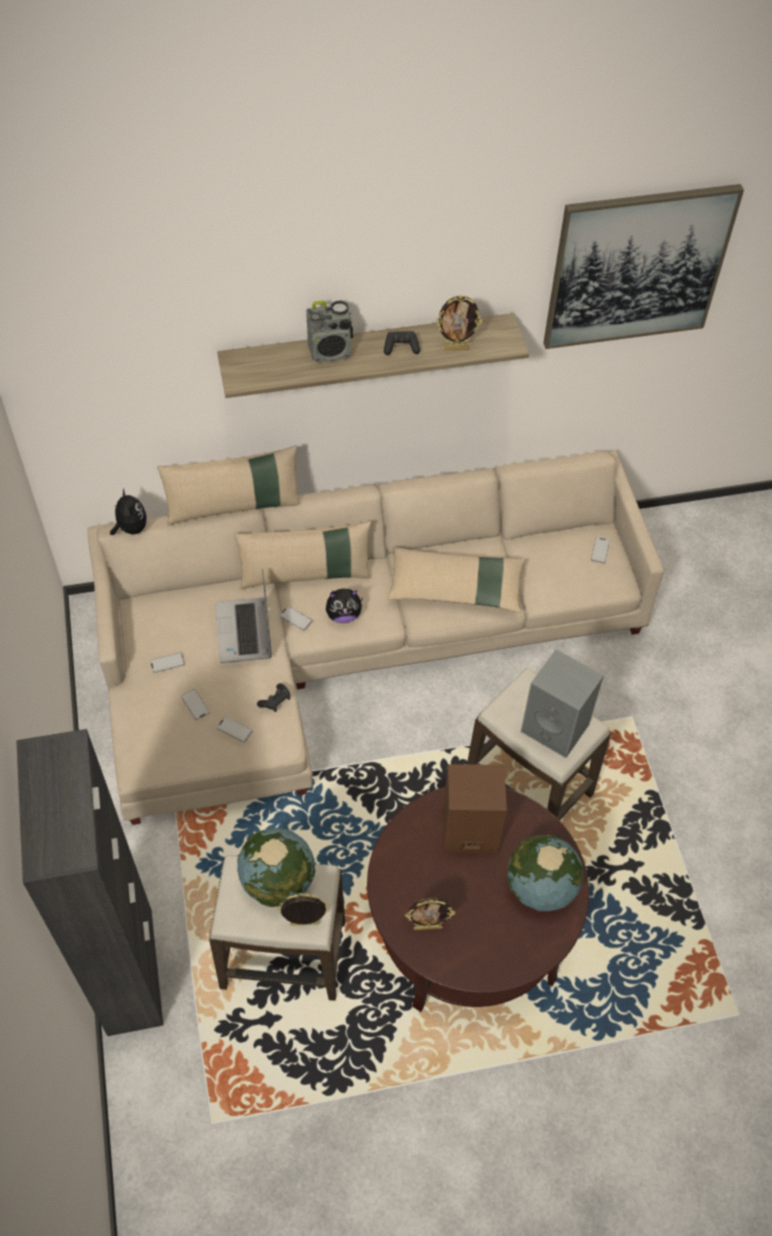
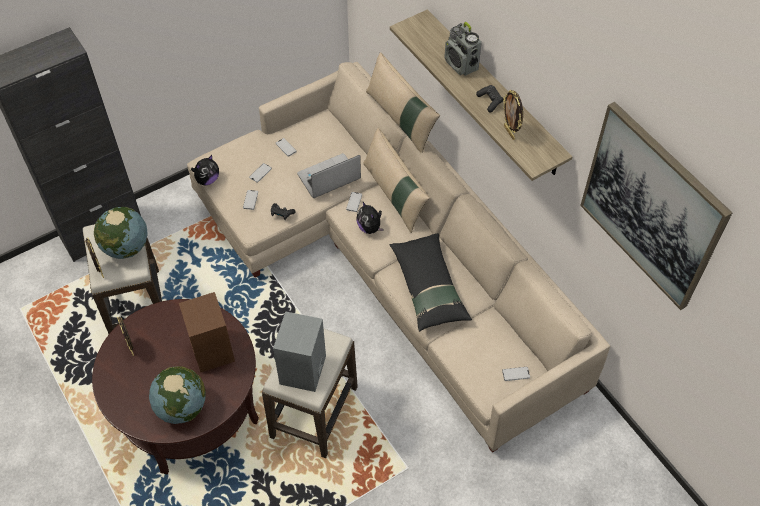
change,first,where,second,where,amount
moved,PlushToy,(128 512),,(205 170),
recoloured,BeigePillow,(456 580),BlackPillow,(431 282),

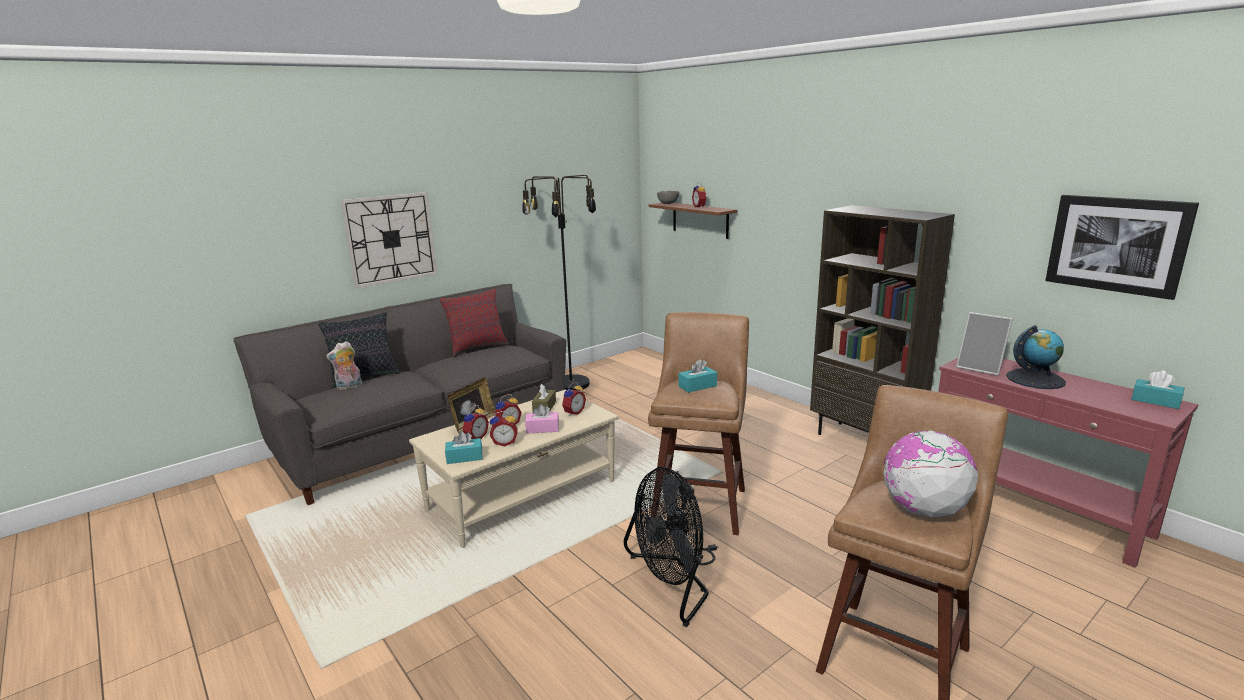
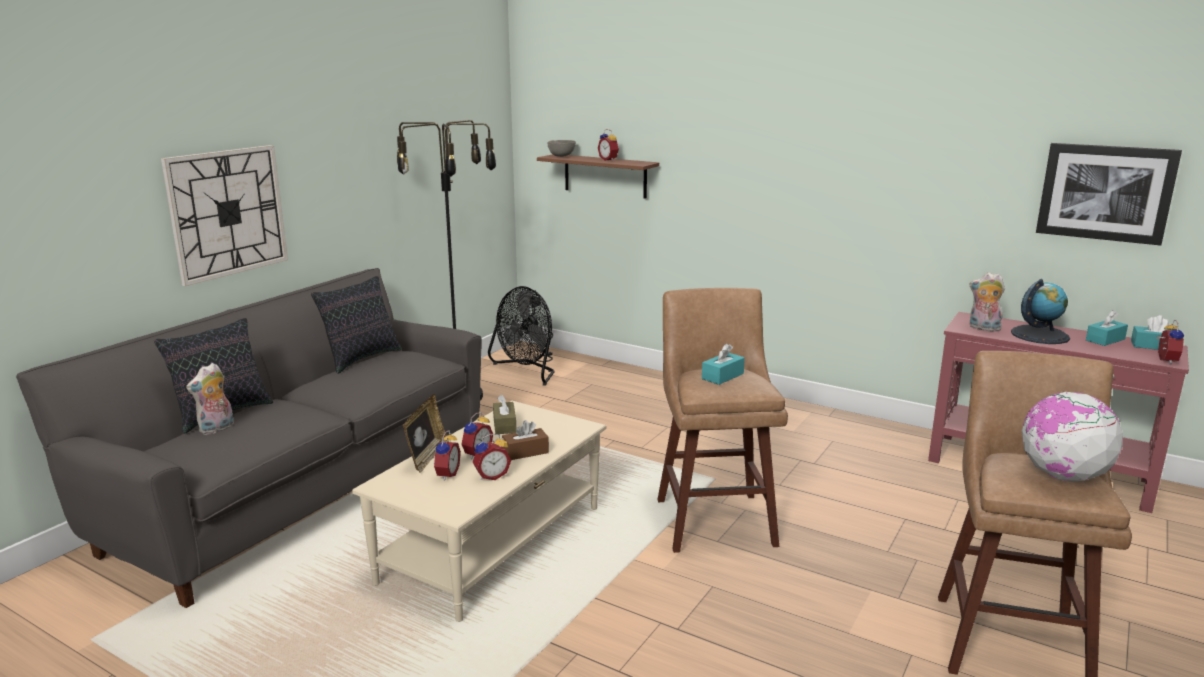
change,first,where,second,where,amount
recoloured,RedPillow,(474 323),BlackPillow,(356 325),
moved,TurquoiseTissueBox,(463 447),,(1107 328),
recoloured,PinkTissueBox,(542 419),BrownTissueBox,(525 440),
moved,AlarmClock,(574 399),,(1170 342),
moved,BlackFan,(671 547),,(521 336),
removed,BrownBookcase,(882 320),,,
replaced,PictureFrame,(984 344),PlushToy,(987 302),

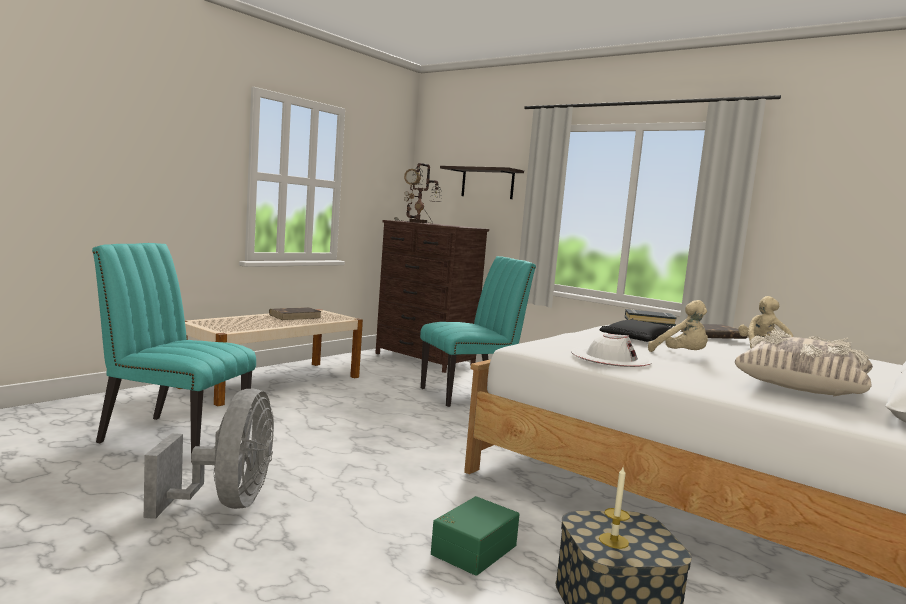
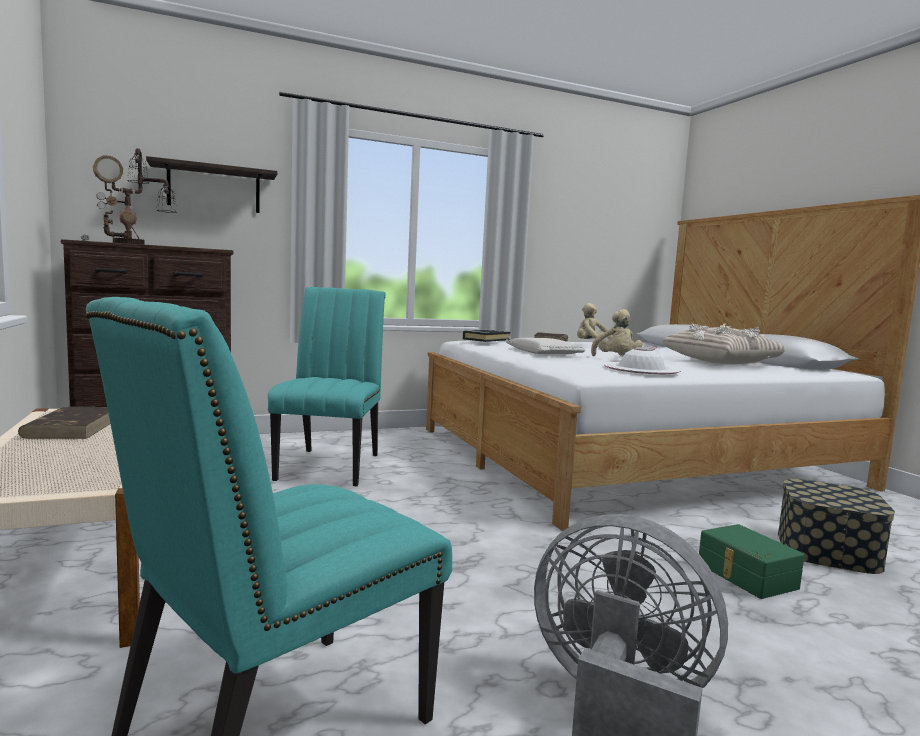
change,first,where,second,where,amount
recoloured,BlackPillow,(636 330),WhitePillow,(546 345),
removed,Candle,(614 508),,,
turned,BeigePlushToy,(678 326),,(617 332),90 degrees clockwise

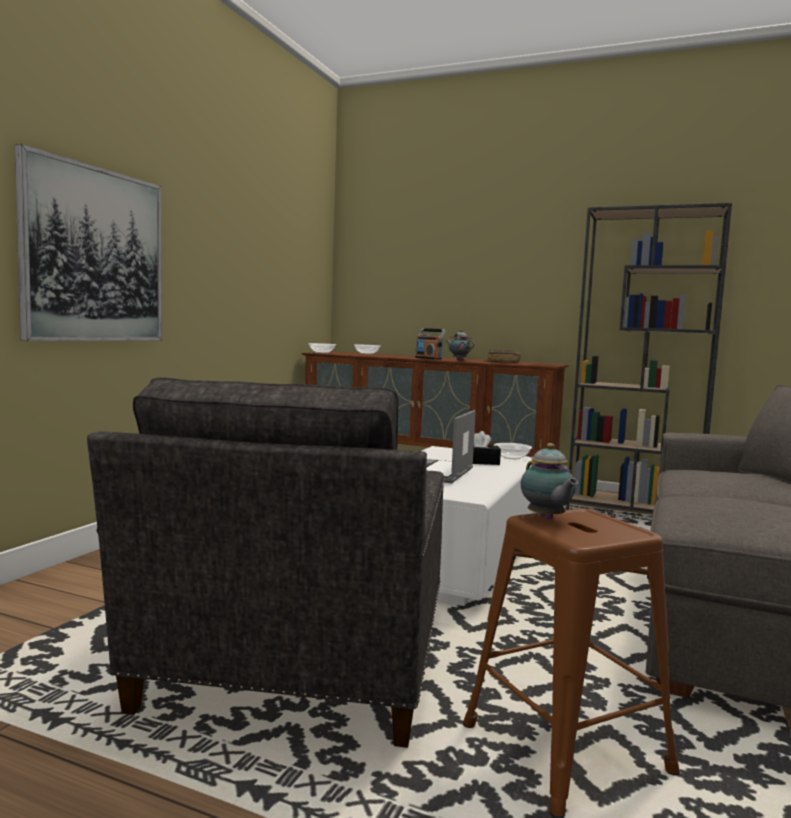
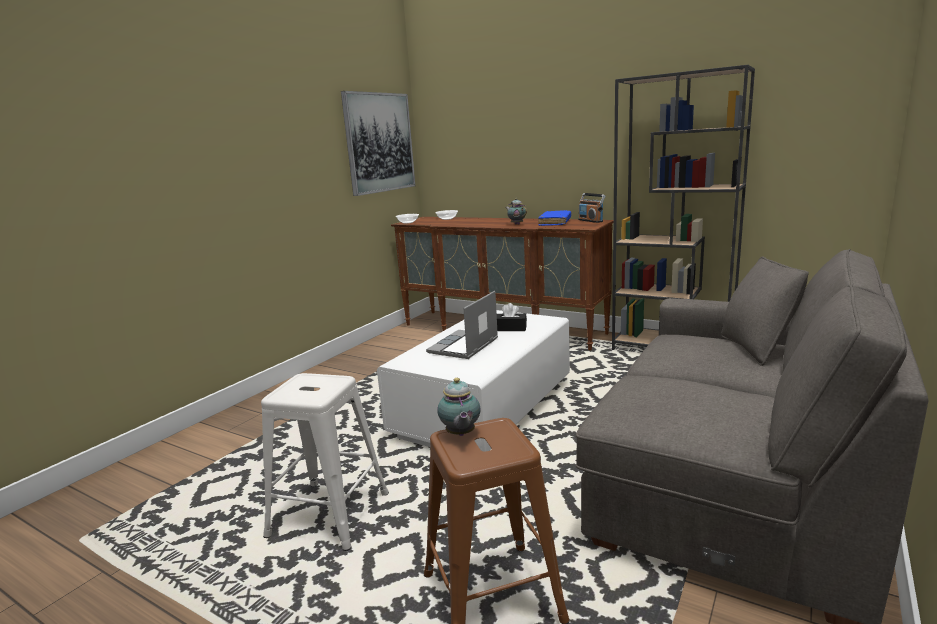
change,first,where,second,where,amount
moved,Picture,(88 242),,(378 143),
replaced,GreyArmchair,(266 562),WhiteStool,(325 462),
moved,Radio,(430 344),,(591 208),
recoloured,BrownBook,(504 356),BlueBook,(554 218),
removed,Bowl,(513 451),,,

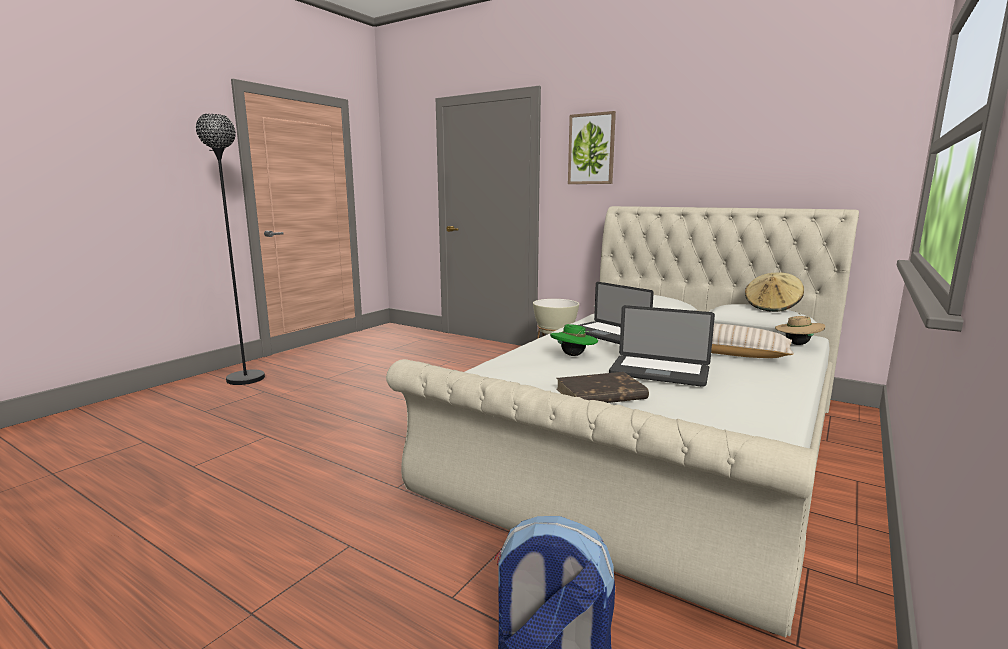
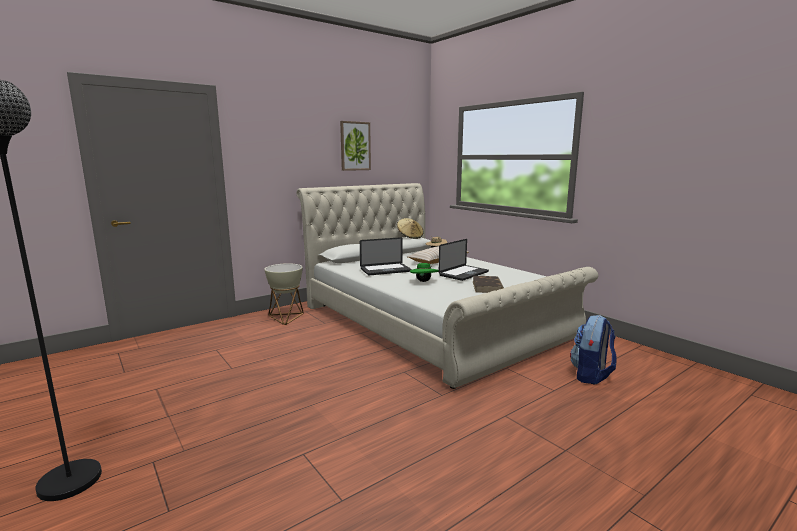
change,first,where,second,where,amount
moved,Picture,(592 147),,(355 146),

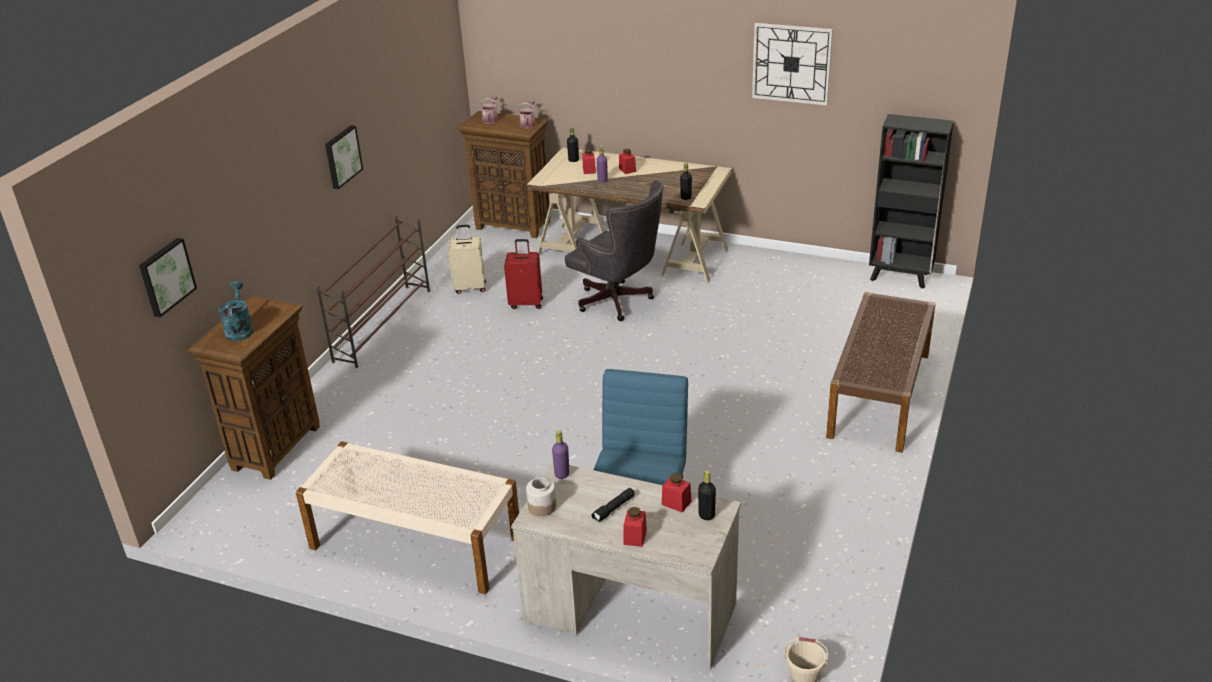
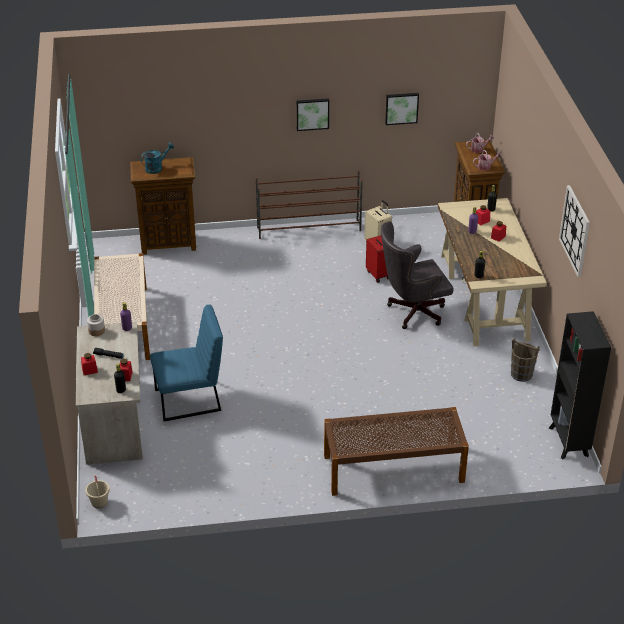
change,first,where,second,where,amount
moved,Picture,(168 277),,(402 109),
turned,GreyOfficeChair,(614 250),,(417 275),60 degrees clockwise
added,,,BrownBucket,(525 359),

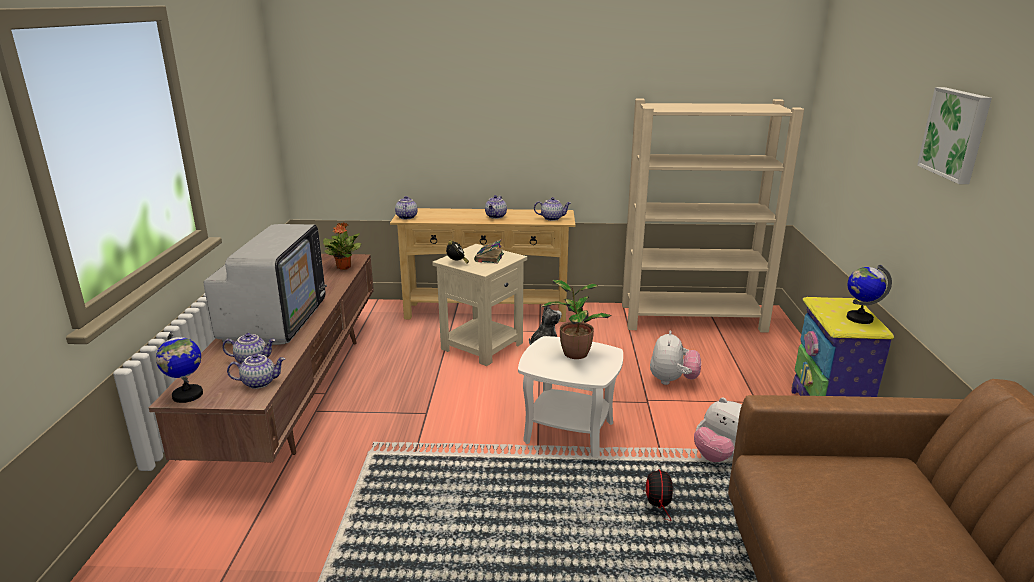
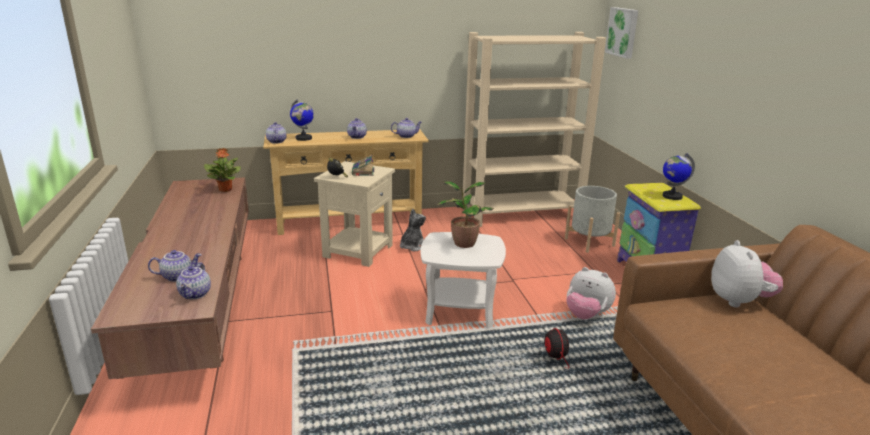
change,first,where,second,where,amount
moved,Globe,(179 367),,(302 120),
removed,Television,(265 284),,,
turned,Teapot,(256 371),,(193 280),120 degrees clockwise
moved,PlushToy,(675 358),,(747 273),
moved,Picture,(954 135),,(621 33),
added,,,GreyPlanter,(592 219),

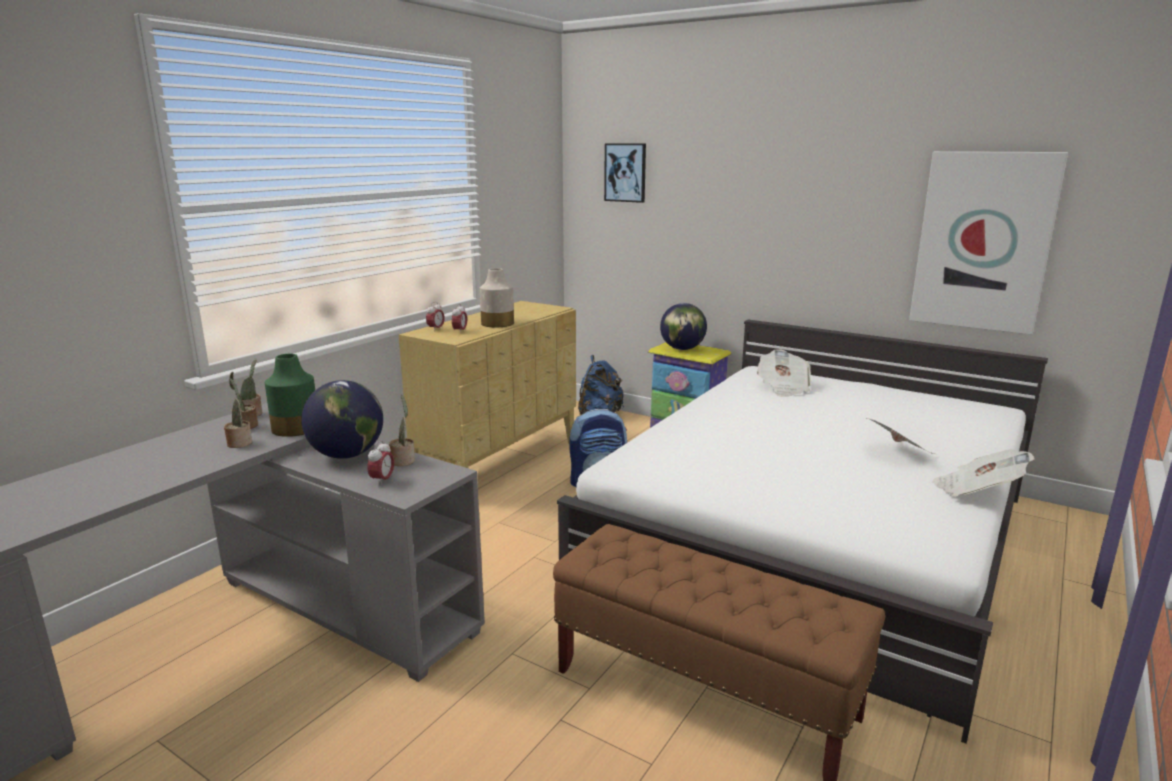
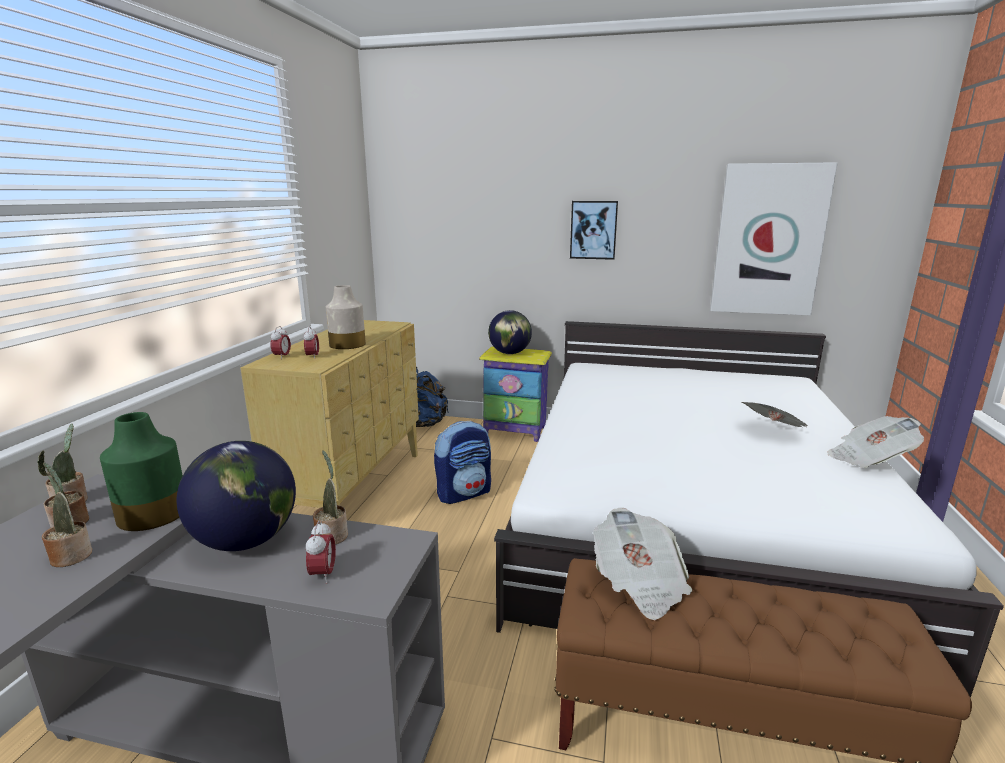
change,first,where,second,where,amount
moved,Picture,(625 173),,(594 230),
moved,Newspaper,(784 373),,(642 564),

